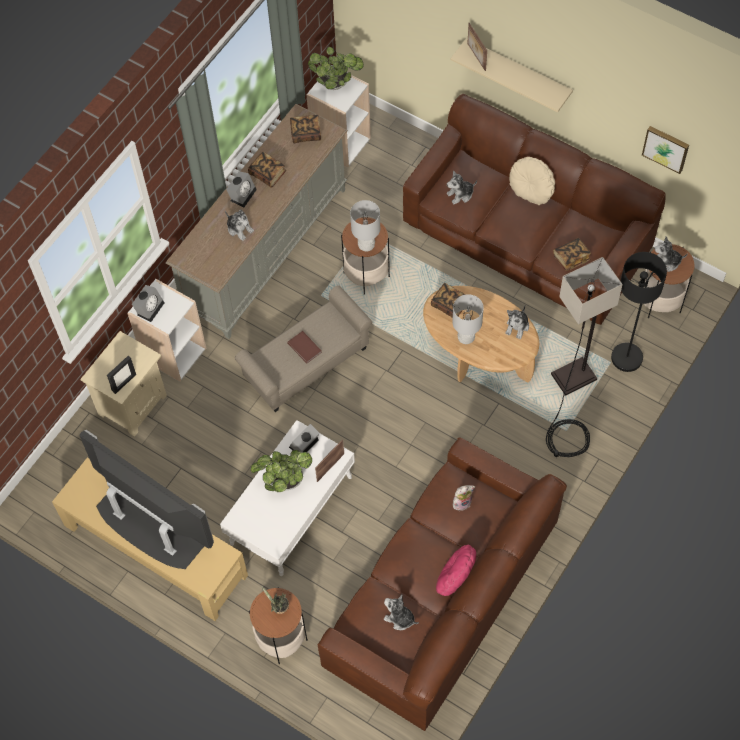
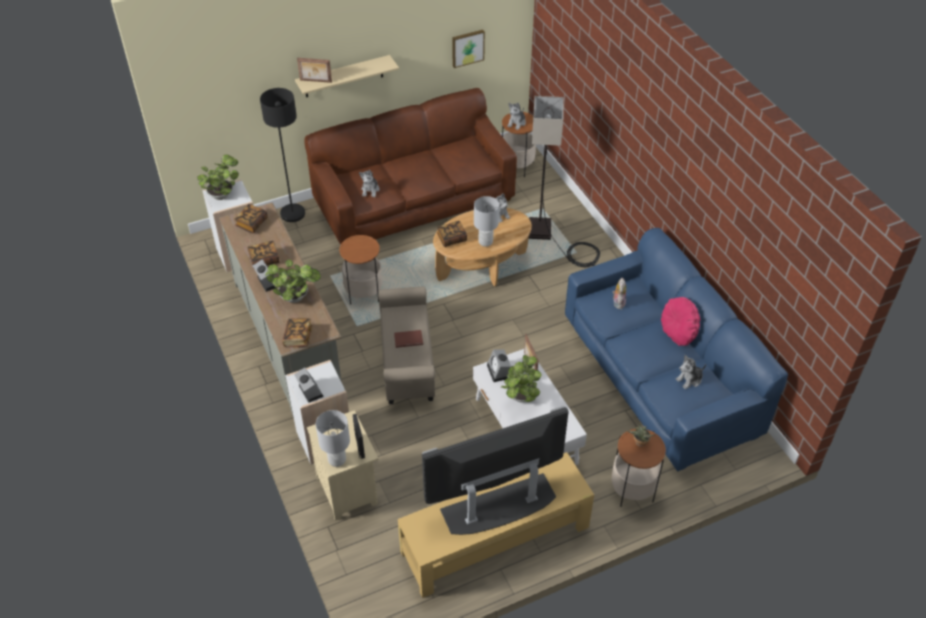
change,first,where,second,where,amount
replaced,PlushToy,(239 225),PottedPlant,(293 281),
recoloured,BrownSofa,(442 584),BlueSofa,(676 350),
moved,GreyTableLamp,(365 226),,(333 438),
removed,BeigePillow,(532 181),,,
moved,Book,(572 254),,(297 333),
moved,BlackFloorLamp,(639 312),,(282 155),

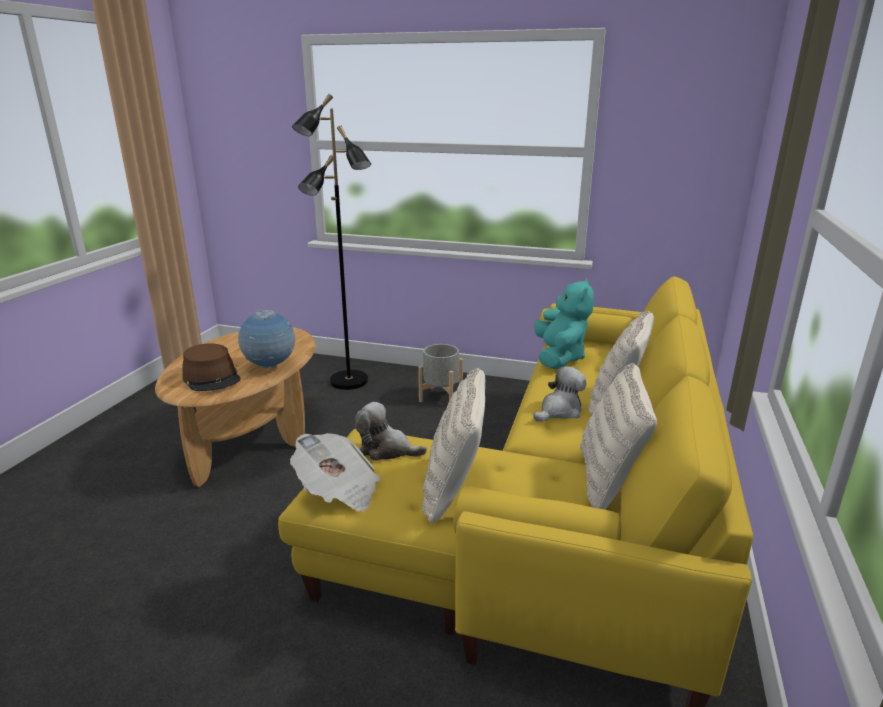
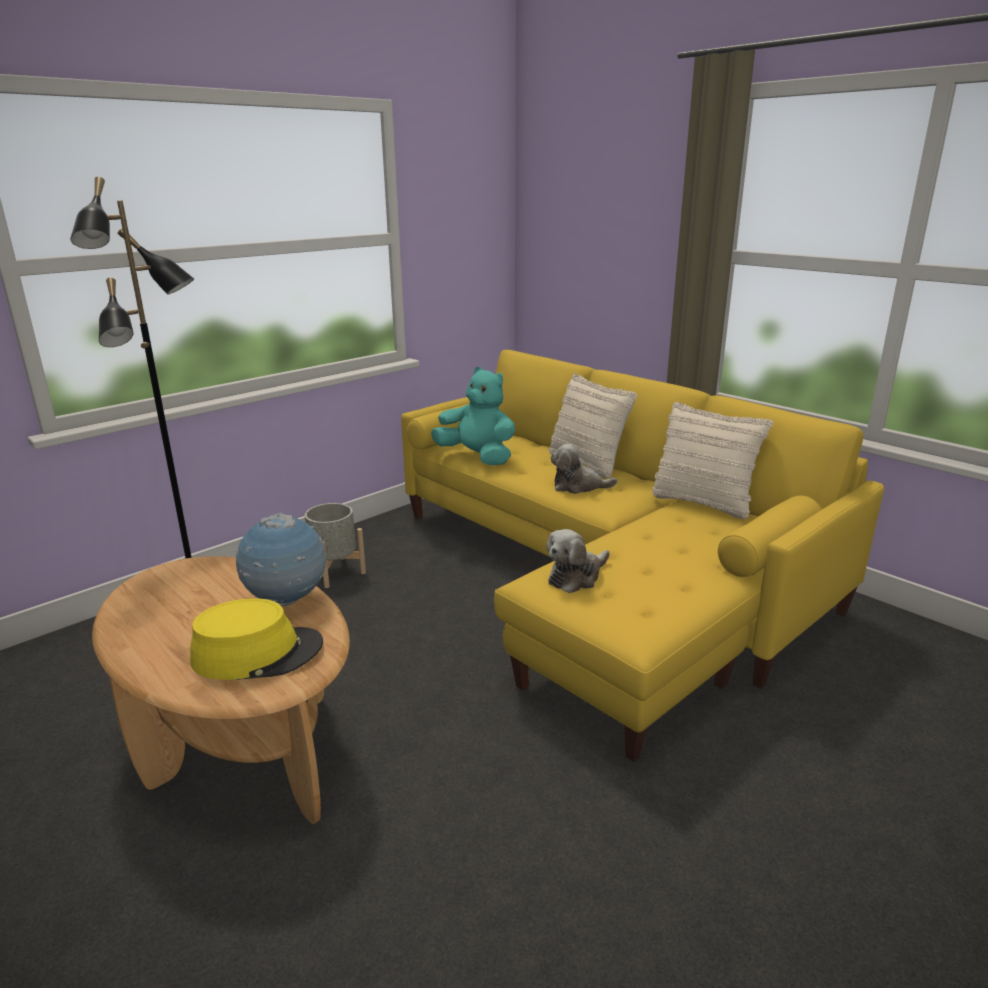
change,first,where,second,where,amount
recoloured,BrownHat,(211 367),YellowHat,(256 639),
removed,Newspaper,(335 472),,,
removed,BeigePillow,(453 445),,,
turned,PlushToy,(559 394),,(584 469),75 degrees counterclockwise

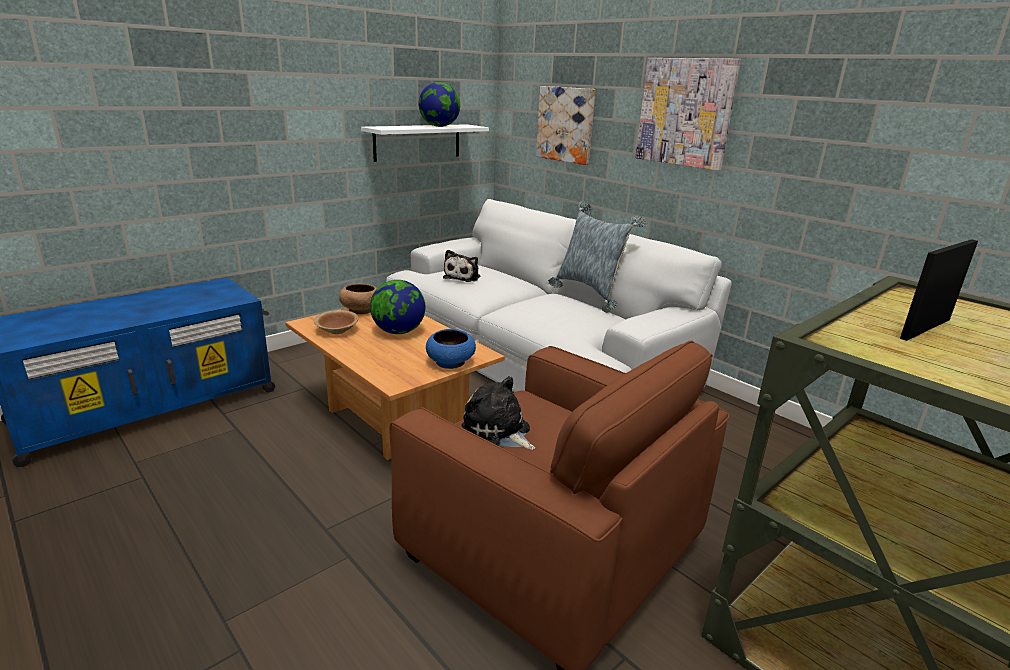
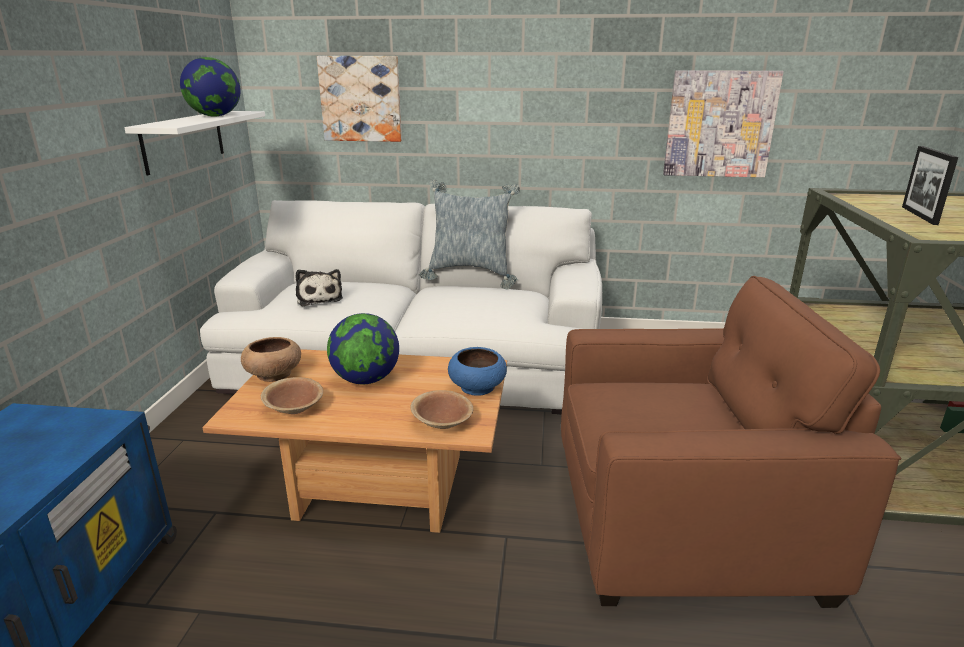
change,first,where,second,where,amount
removed,PlushToy,(498 413),,,
moved,Picture,(688 114),,(723 123),
added,,,BrownBowl,(441 409),

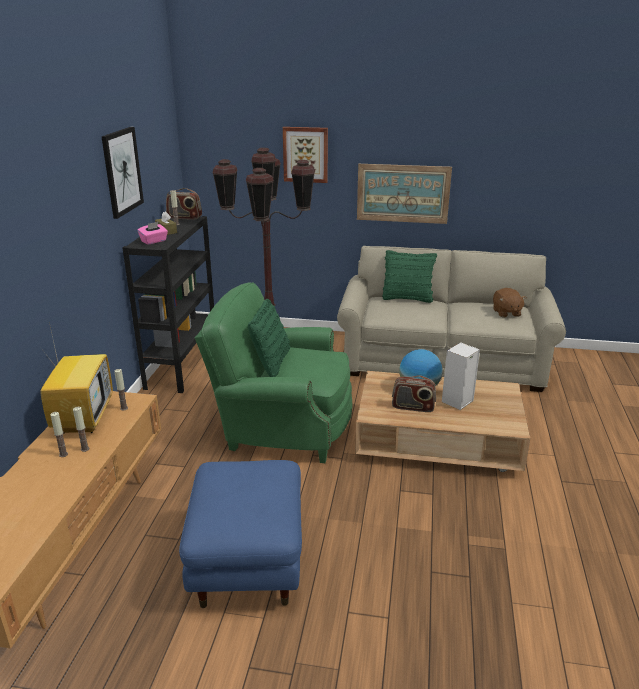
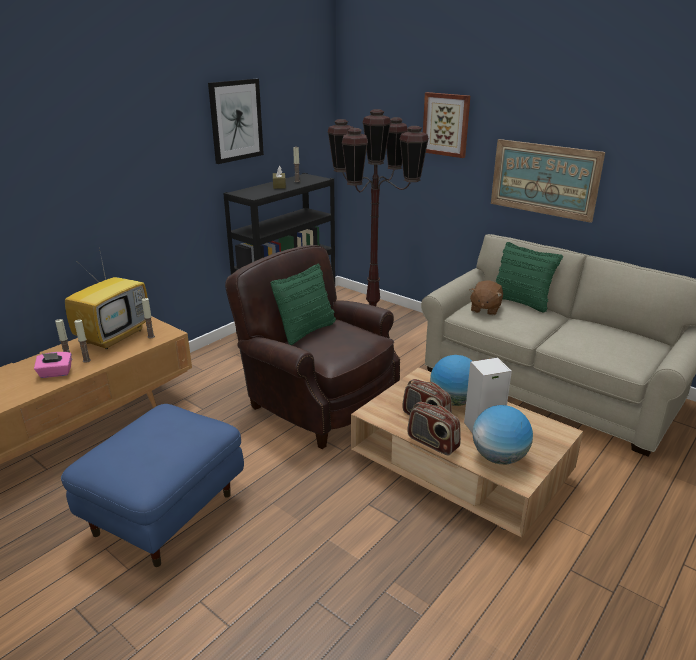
change,first,where,second,where,amount
moved,PinkTissueBox,(152 233),,(53 365),
moved,Radio,(184 204),,(434 428),
recoloured,GreenArmchair,(274 372),BrownArmchair,(312 347),
moved,BrownPlushToy,(510 302),,(486 298),
added,,,Globe,(502 435),

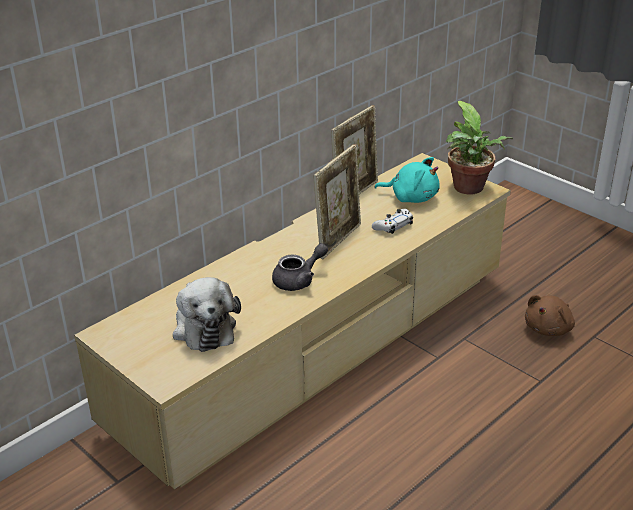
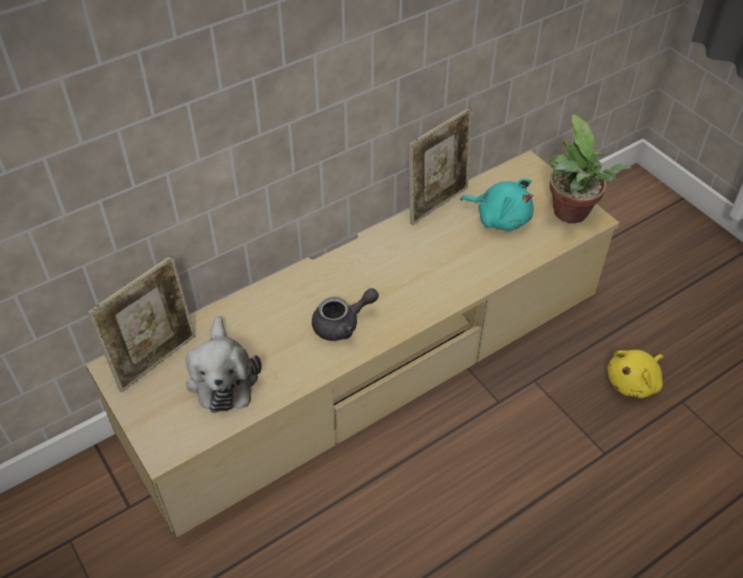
change,first,where,second,where,amount
moved,PictureFrame,(337 201),,(141 323),
removed,WhiteGameController,(392 221),,,
recoloured,BrownPlushToy,(550 315),YellowPlushToy,(635 374),

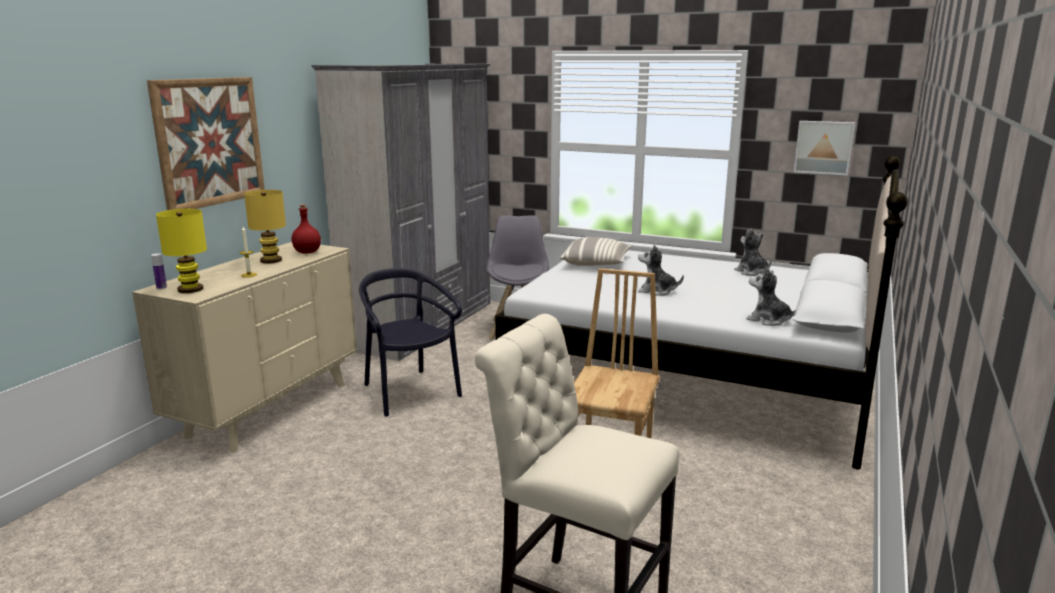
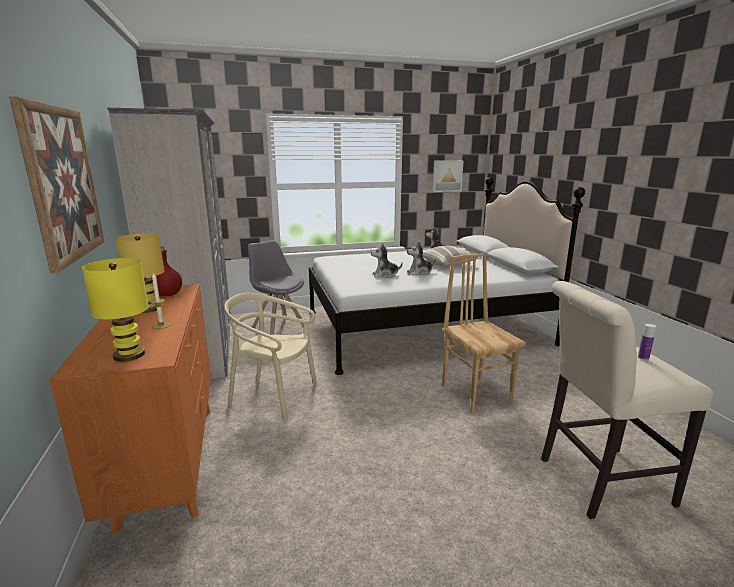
change,first,where,second,where,amount
recoloured,BeigeDresser,(244 347),OrangeDresser,(130 409),
moved,Bottle,(159 271),,(647 342),
recoloured,BlackChair,(410 342),BeigeChair,(270 357),
moved,Pillow,(596 251),,(451 256),
moved,PlushToy,(773 297),,(387 261),

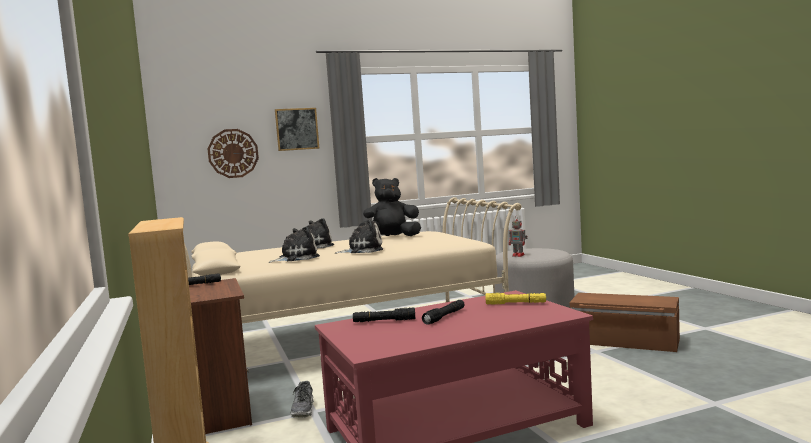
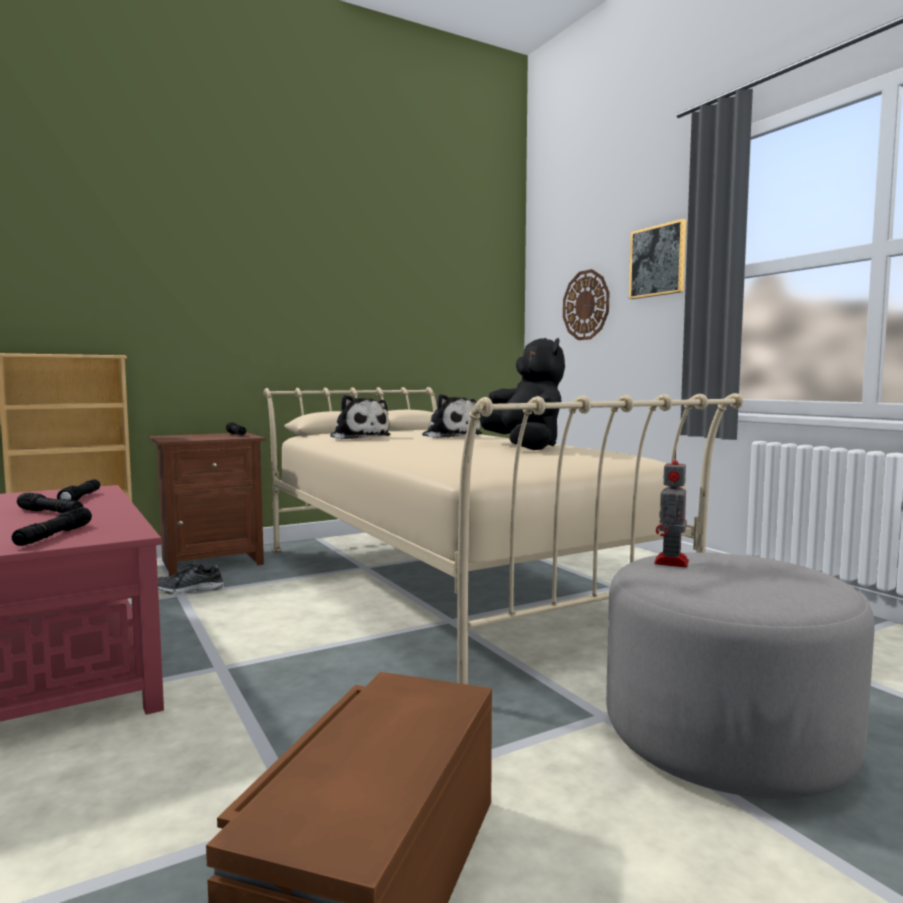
change,first,where,second,where,amount
removed,PlushToy,(359 237),,,
recoloured,YellowFlashlight,(516 299),BlackFlashlight,(52 526),

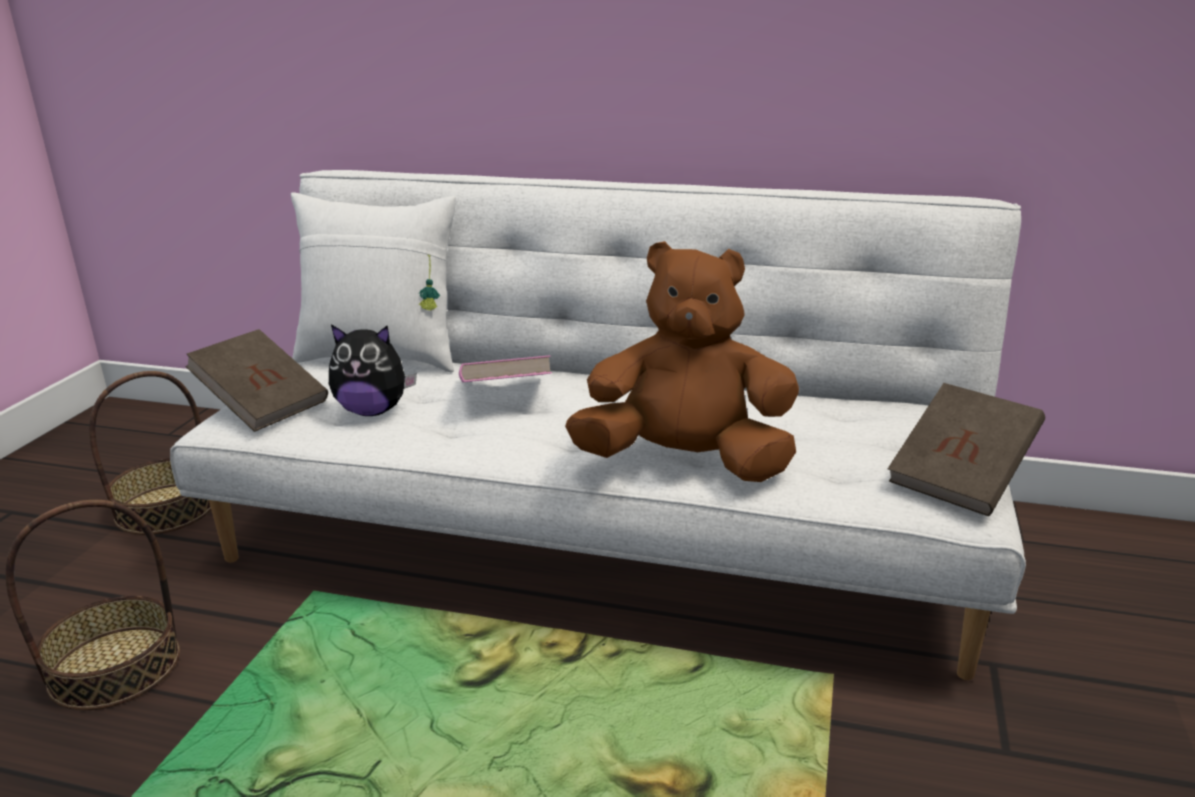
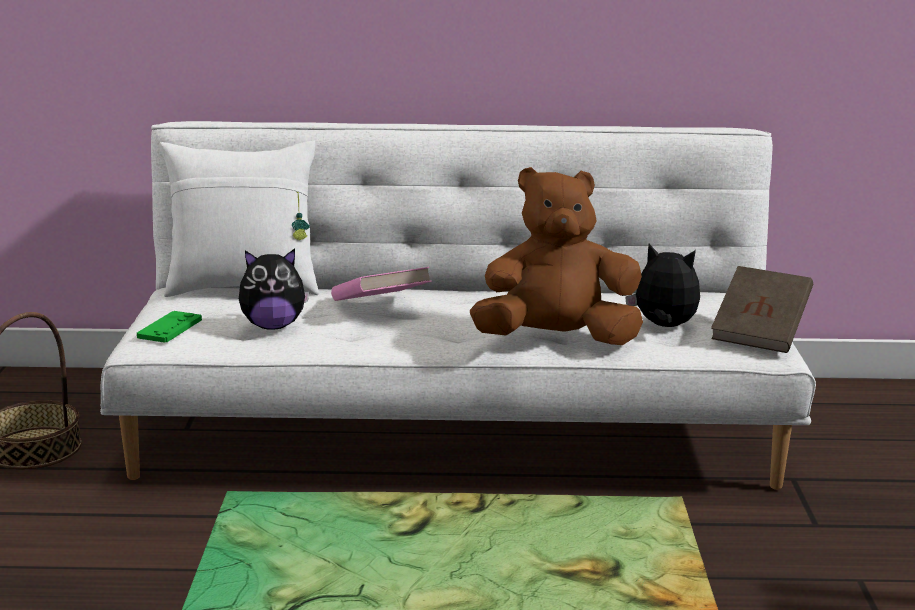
change,first,where,second,where,amount
removed,Basket,(93 605),,,
replaced,BrownBook,(257 380),GreenGameController,(169 327),
added,,,PlushToy,(662 285),

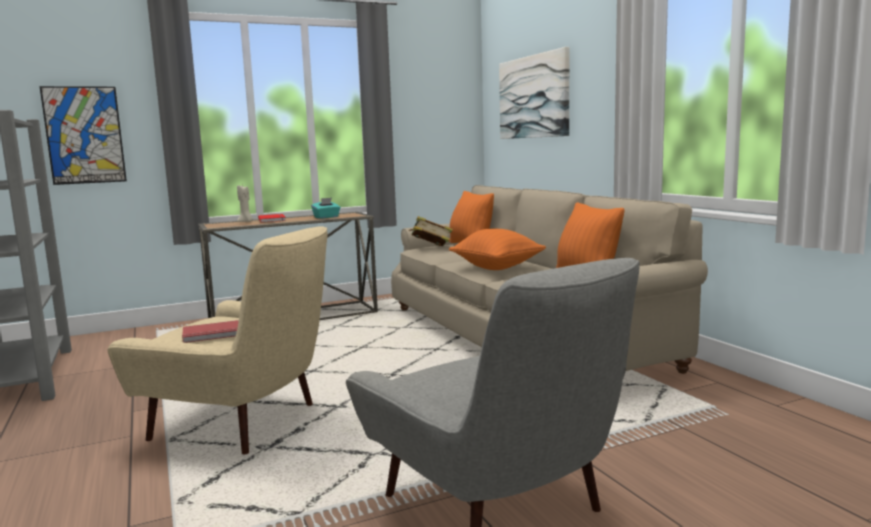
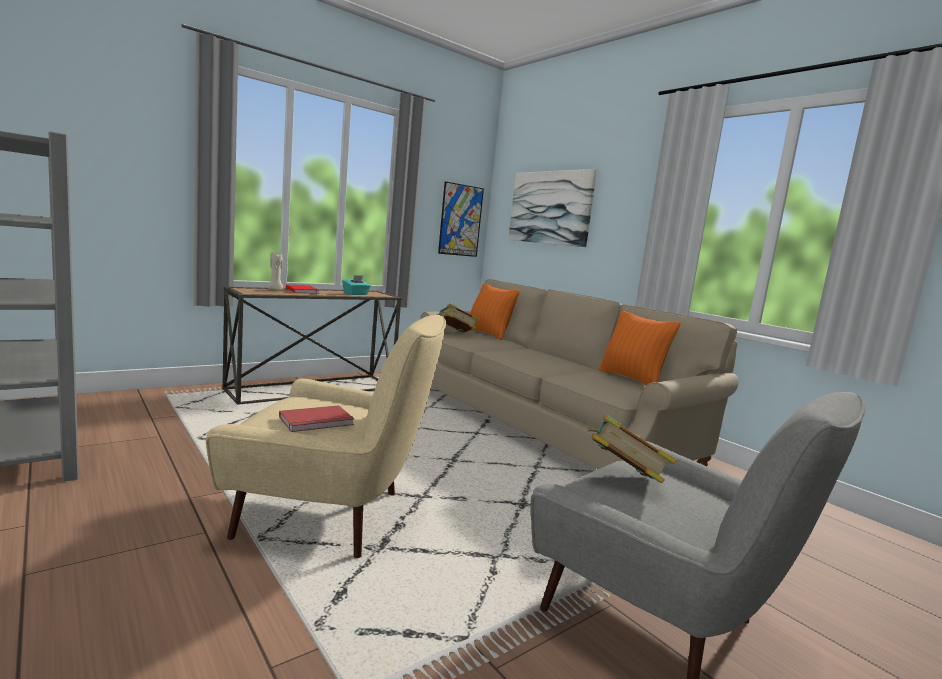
change,first,where,second,where,amount
moved,Picture,(83 135),,(461 219),
removed,OrangePillow,(497 249),,,
added,,,Book,(632 449),

